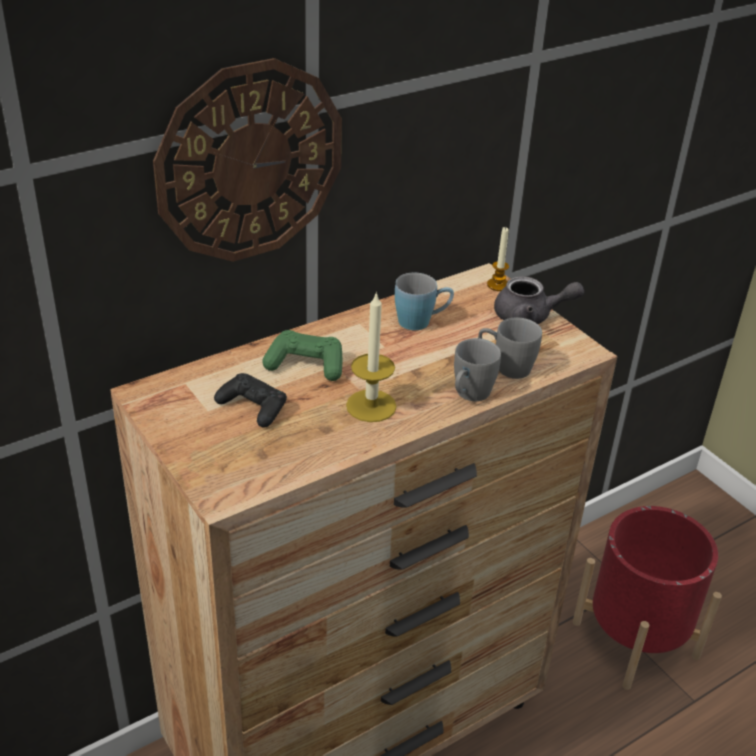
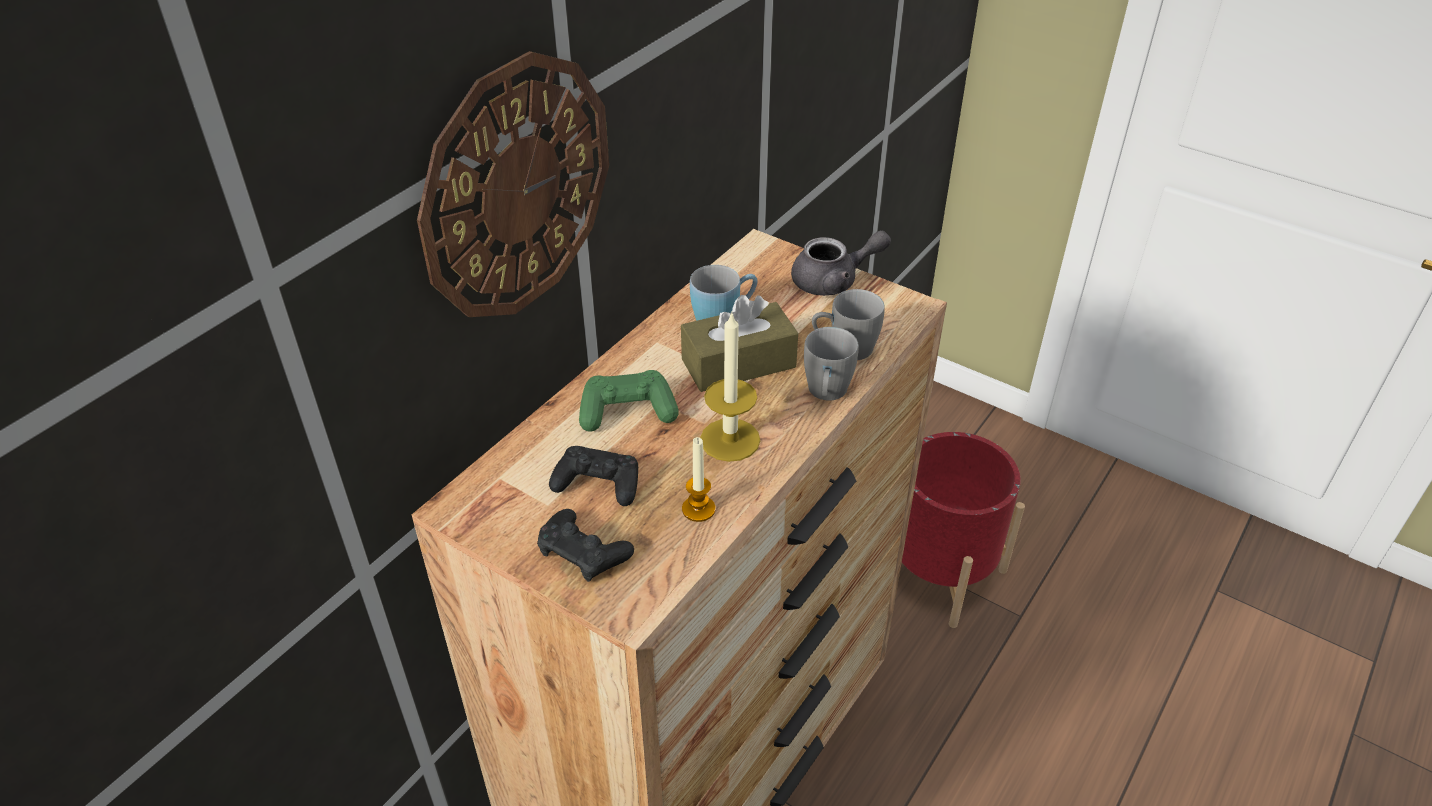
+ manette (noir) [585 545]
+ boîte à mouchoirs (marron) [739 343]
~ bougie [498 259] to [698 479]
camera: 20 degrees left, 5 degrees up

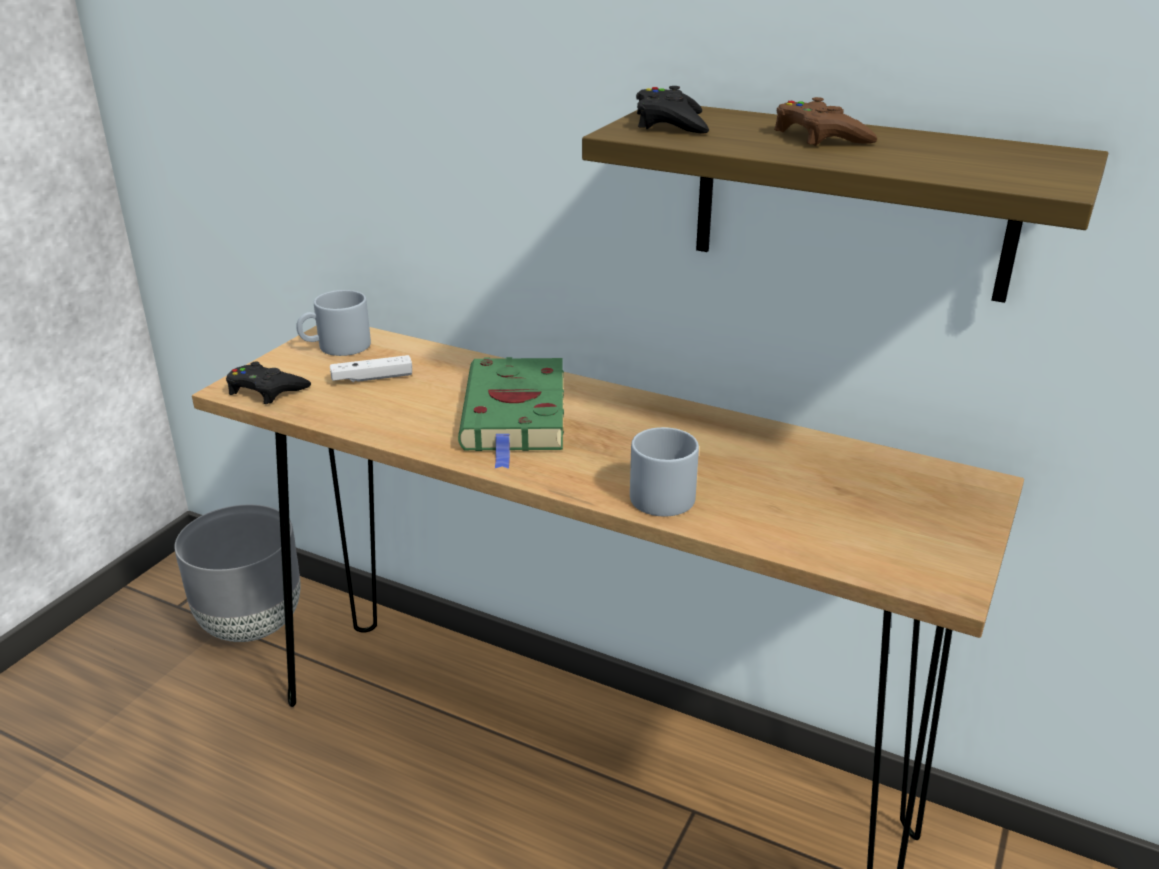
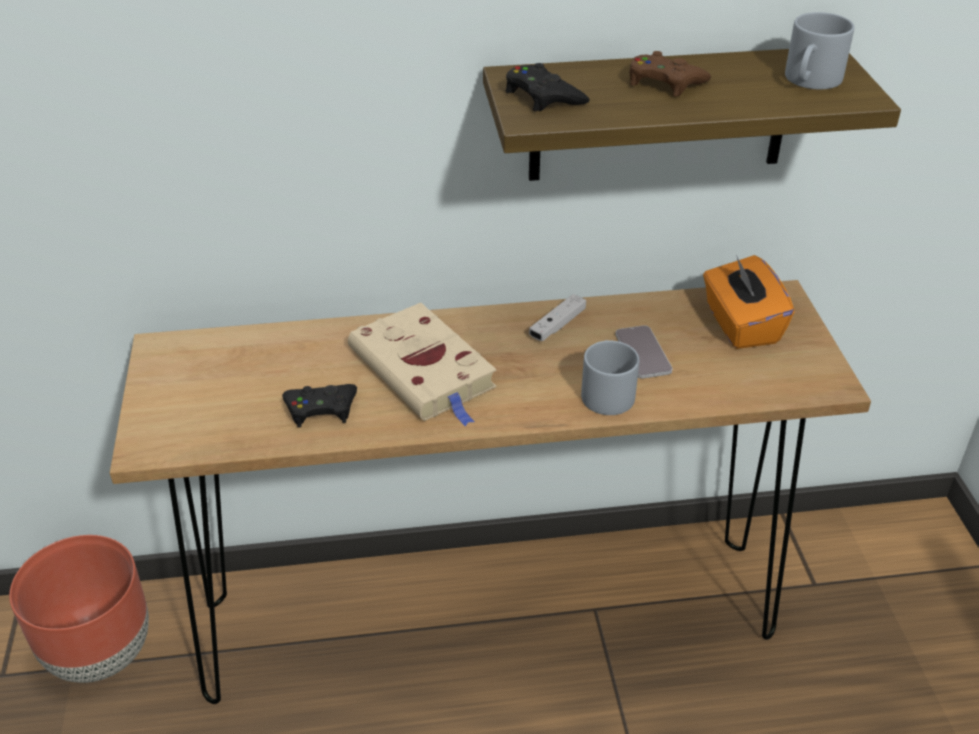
+ téléphone [643 352]
+ boîte à mouchoirs (orange) [749 302]
~ manette (noir) [268 382] to [319 406]
~ mug (gris) [333 323] to [819 50]
~ manette (blanc) [371 368] to [557 317]
~ cache-pot (gris) [237 573] to cache-pot (marron) [79 609]
~ livre (vert) [511 413] to livre (beige) [422 364]
camera: 35 degrees left, 10 degrees up

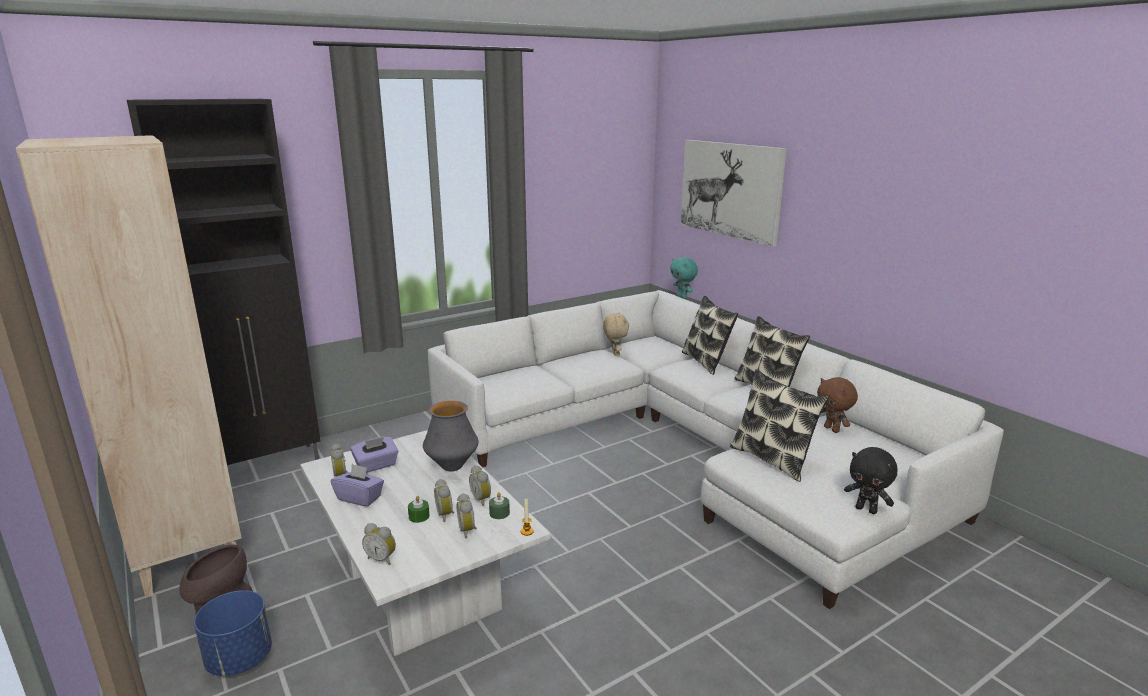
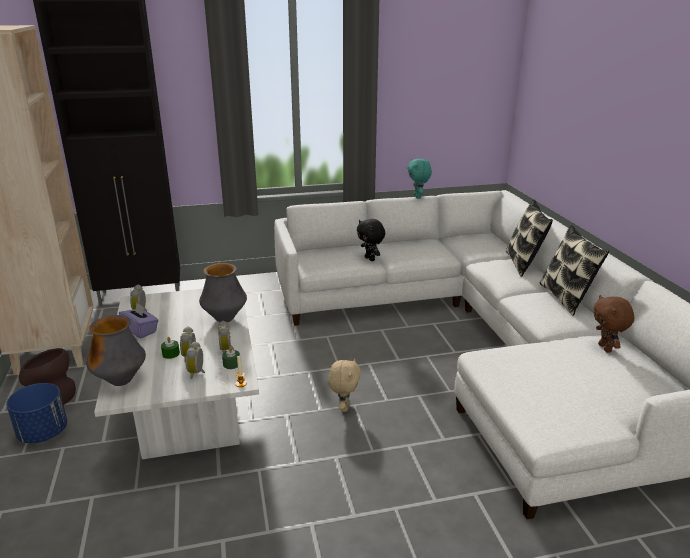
- boîte à mouchoirs (violet) [374 455]
- tableau [734 193]
- coussin [779 425]
~ peluche (beige) [616 334] to [344 385]
~ peluche (turquoise) [684 277] to [419 179]
~ peluche (noir) [871 480] to [371 240]
~ réveil [379 544] to vase [116 350]
camera: 20 degrees right, 5 degrees up

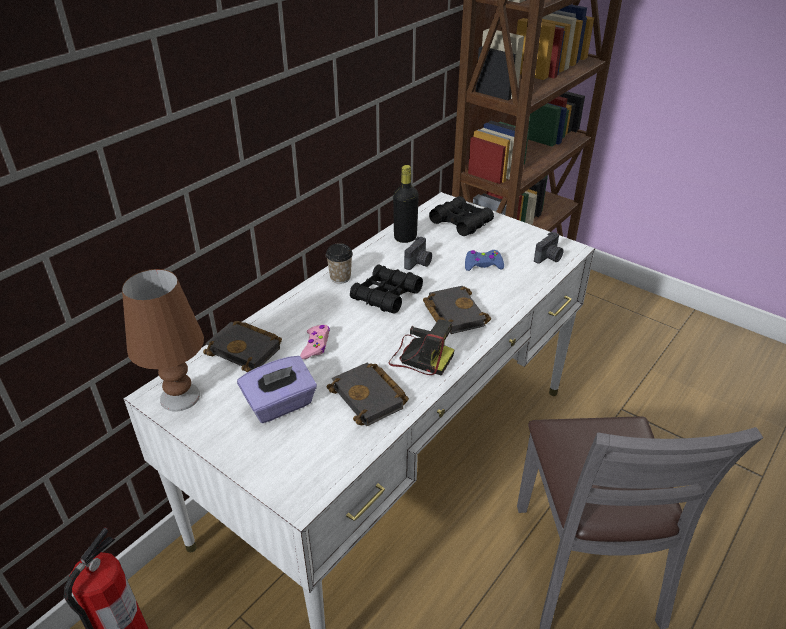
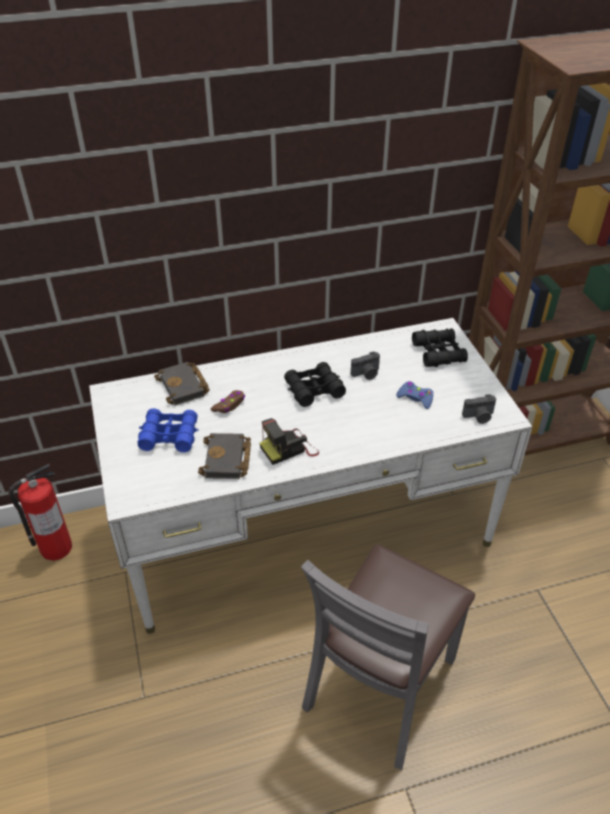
- lampe de table (marron) [163 340]
- tasse [339 263]
- bouteille (noir) [406 204]
- livre (noir) [457 310]
~ boîte à mouchoirs (violet) [277 389] to jumelles (bleu) [168 430]
~ manette (rose) [315 342] to manette (marron) [228 401]
~ appareil photo [422 348] = [289 441] 90 degrees clockwise
camera: 35 degrees right, 5 degrees up

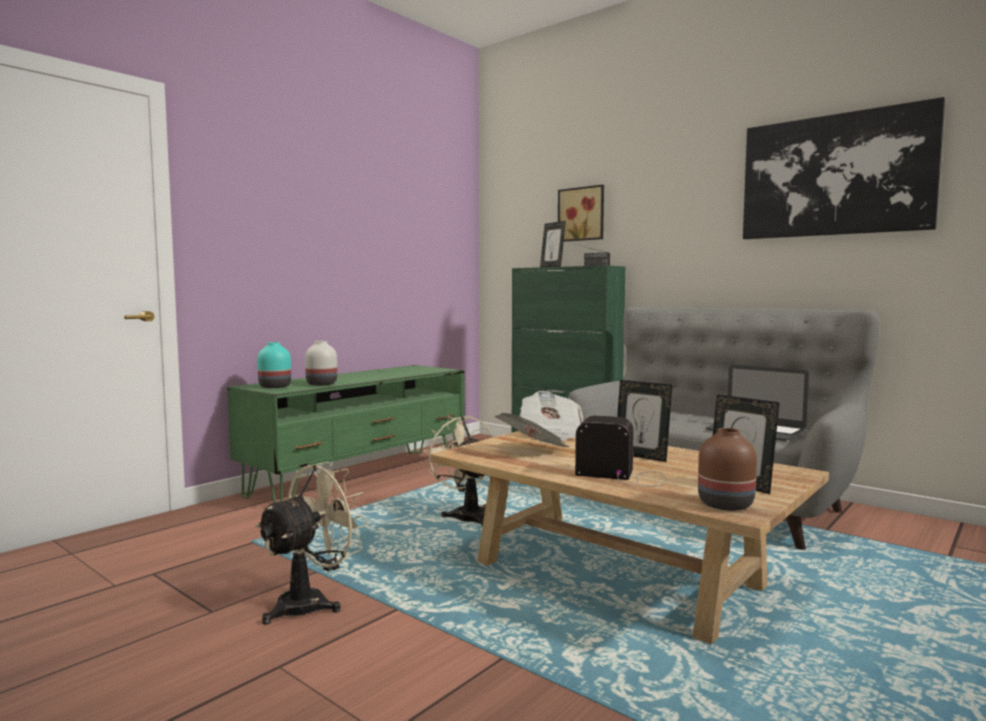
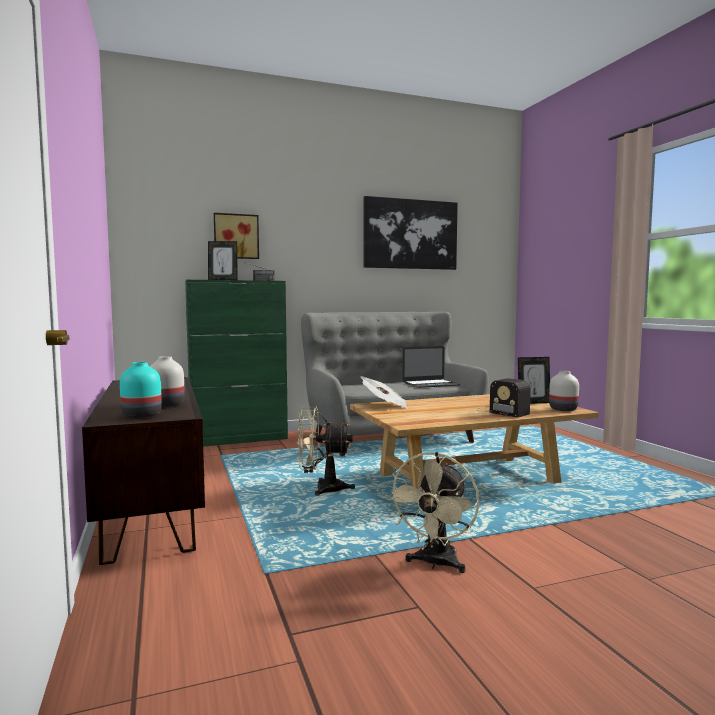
- journal [532 430]
- cadre photo [644 421]
~ meuble télé (vert) [346 433] to meuble télé (marron) [143 471]
~ vase (marron) [727 469] to vase (blanc) [564 391]
~ ventilateur (beige) [312 543] = [433 512] 135 degrees counterclockwise
~ radio [620 453] = [503 398] 90 degrees counterclockwise
camera: 60 degrees left, 0 degrees up

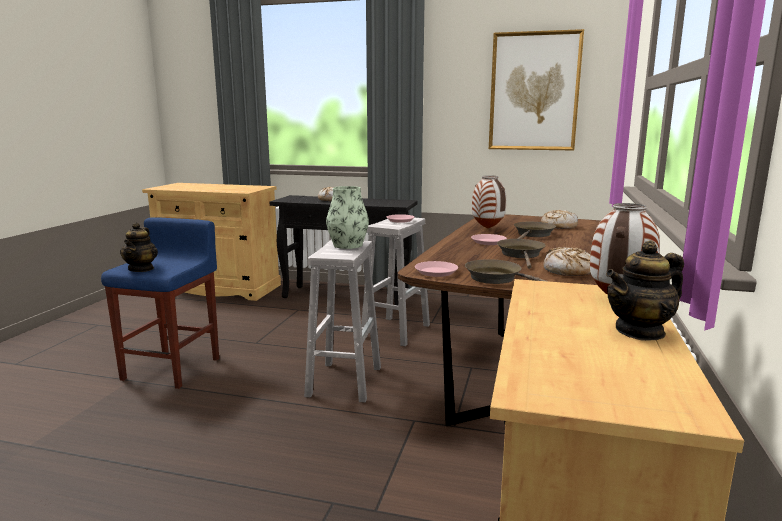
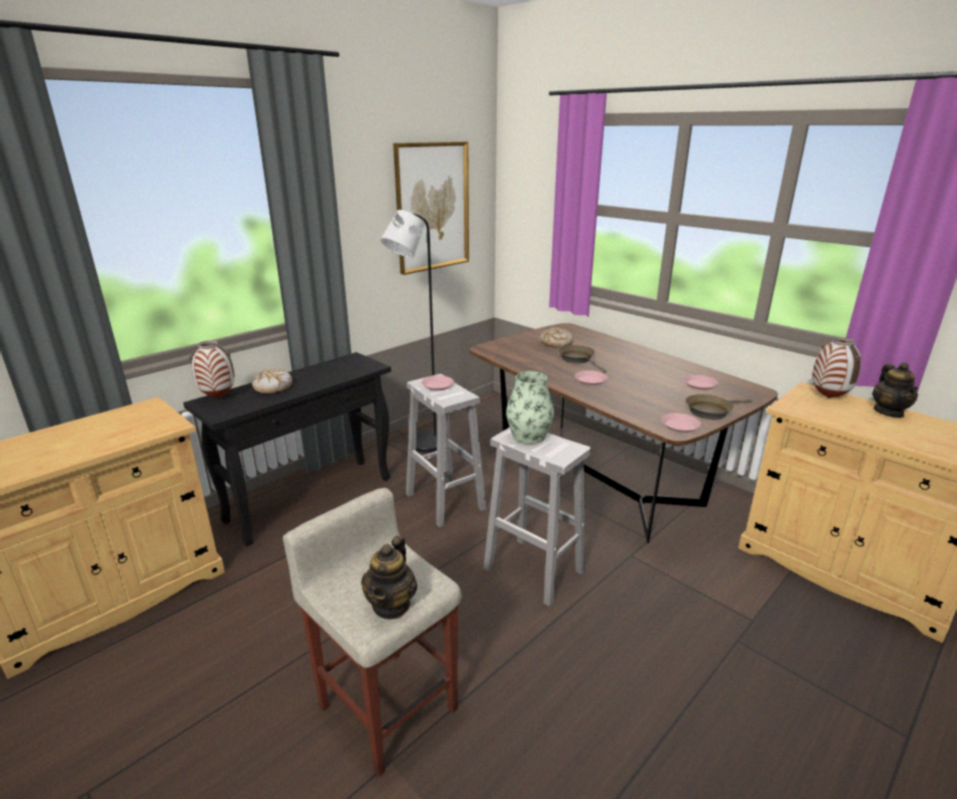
- poêle (marron) [521 254]
+ lampadaire (noir) [409 331]
~ vase [489 202] to [212 369]
~ pain [567 261] to assiette (rose) [700 382]
~ tabouret (bleu) [160 303] to tabouret (beige) [372 632]
~ théière [139 247] = [389 577] 75 degrees clockwise
camera: 60 degrees left, 10 degrees up

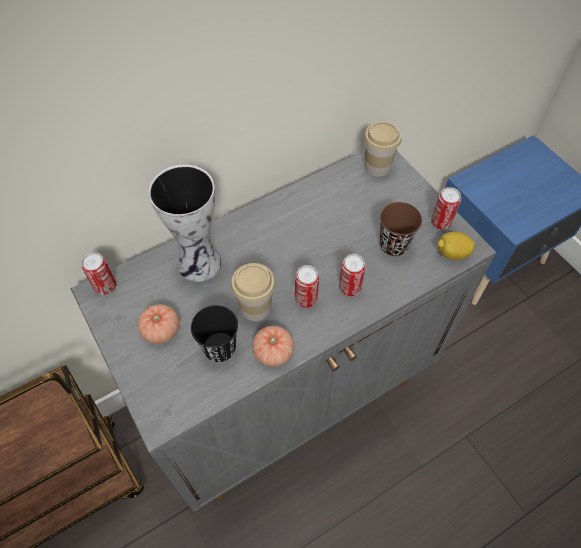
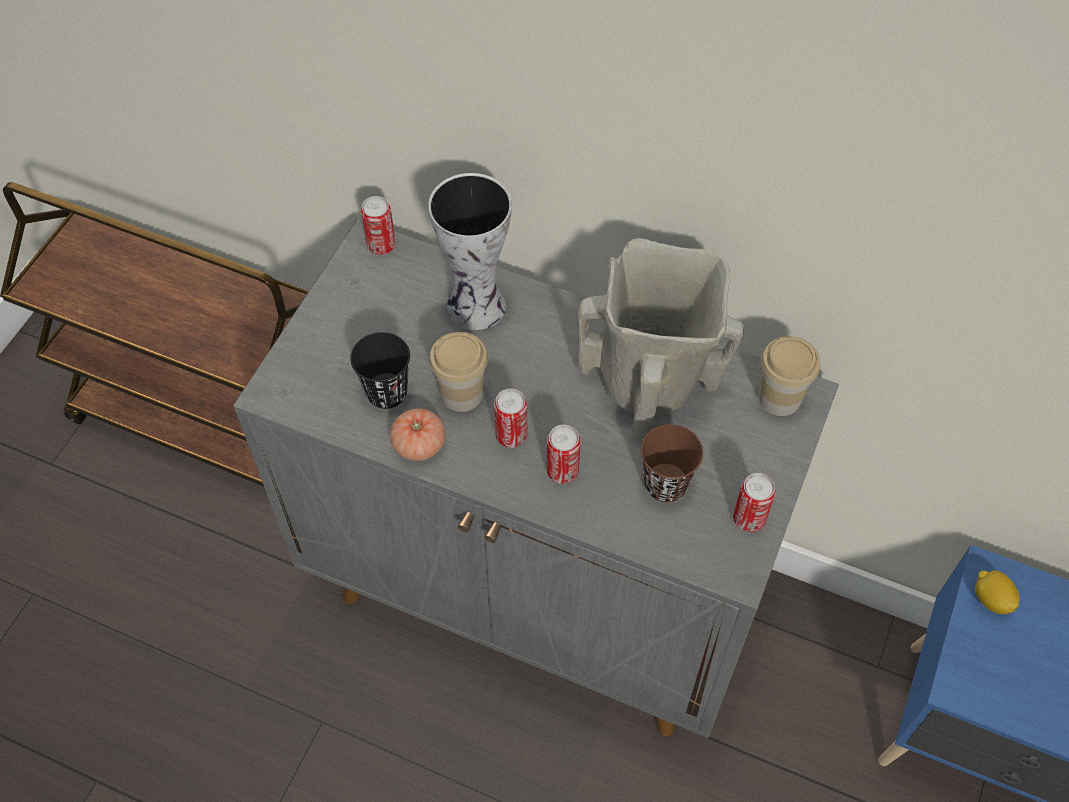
- tomate [159 324]
+ vase (beige) [661 338]
~ citron [456 246] to [997 592]
camera: 55 degrees right, 0 degrees up

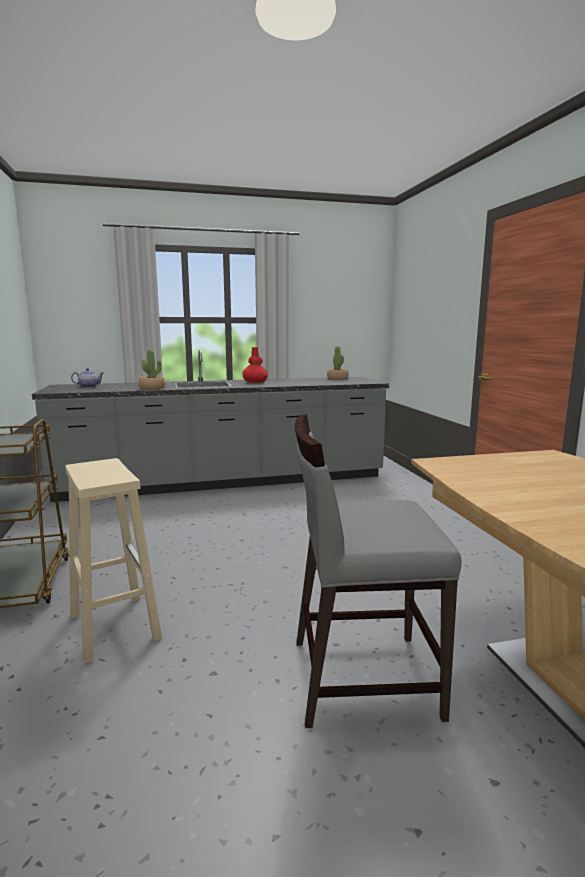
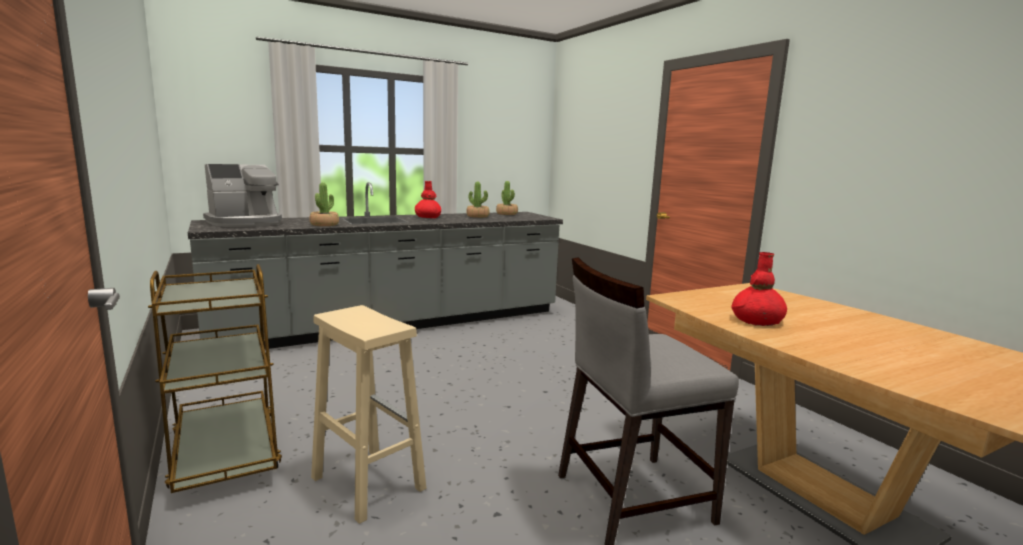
+ plante en pot [478 200]
+ vase (rouge) [759 289]
~ théière [87 377] to machine à café [242 195]
camera: 15 degrees left, 0 degrees up

